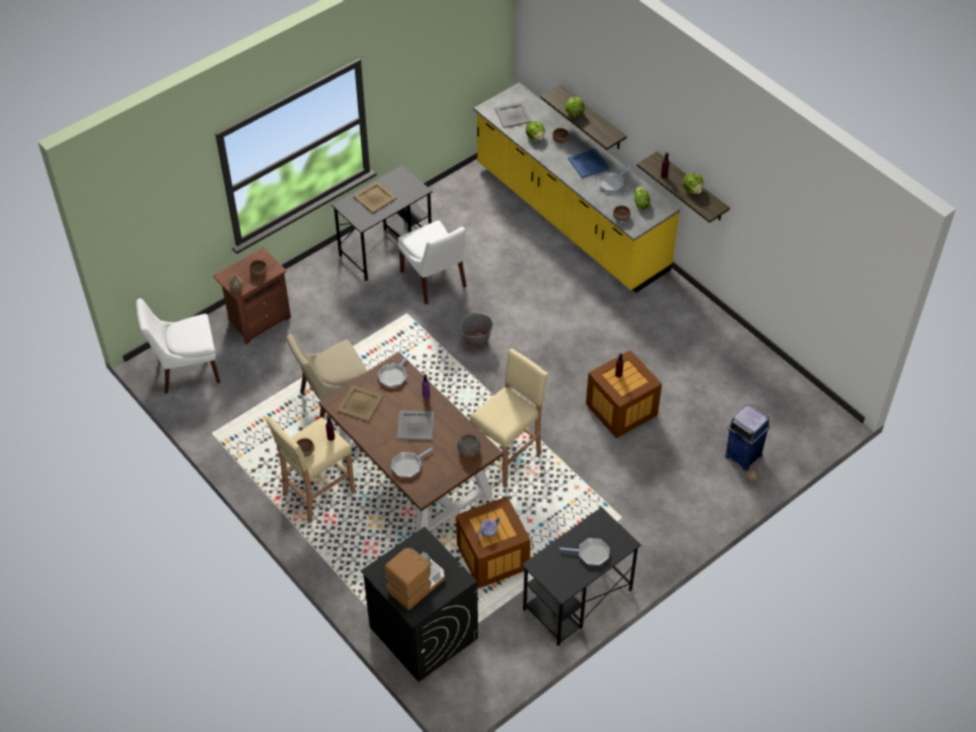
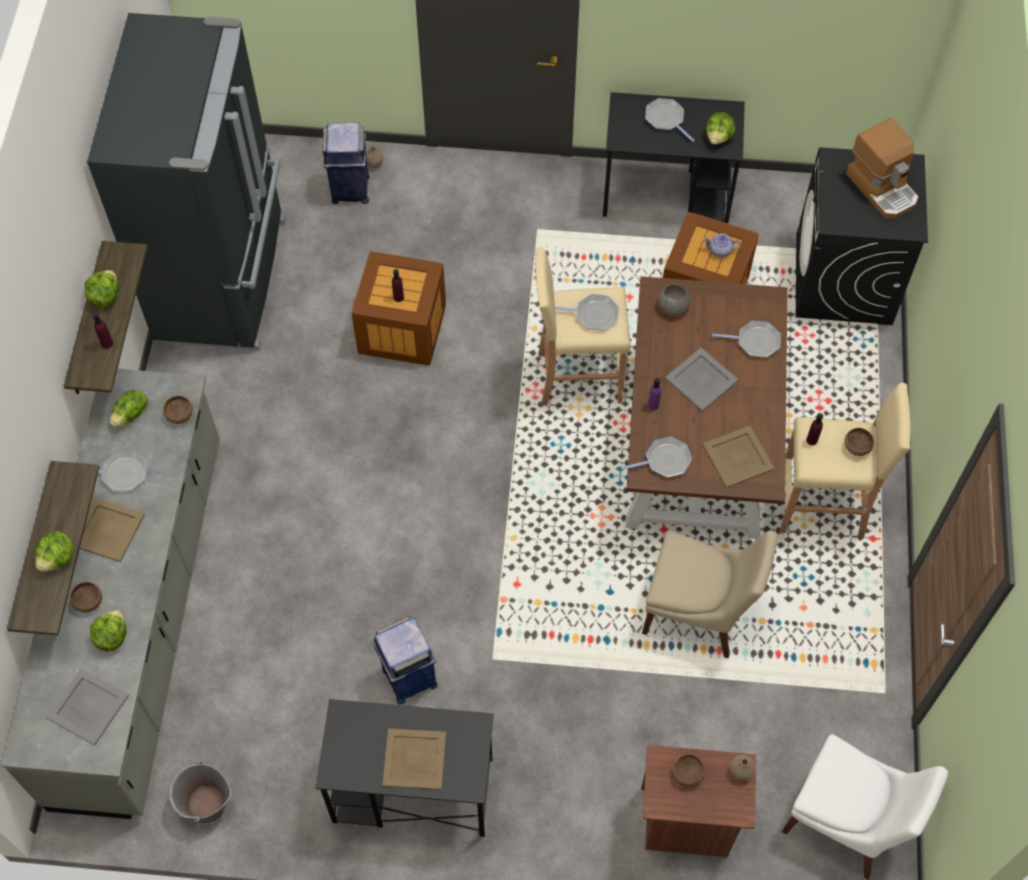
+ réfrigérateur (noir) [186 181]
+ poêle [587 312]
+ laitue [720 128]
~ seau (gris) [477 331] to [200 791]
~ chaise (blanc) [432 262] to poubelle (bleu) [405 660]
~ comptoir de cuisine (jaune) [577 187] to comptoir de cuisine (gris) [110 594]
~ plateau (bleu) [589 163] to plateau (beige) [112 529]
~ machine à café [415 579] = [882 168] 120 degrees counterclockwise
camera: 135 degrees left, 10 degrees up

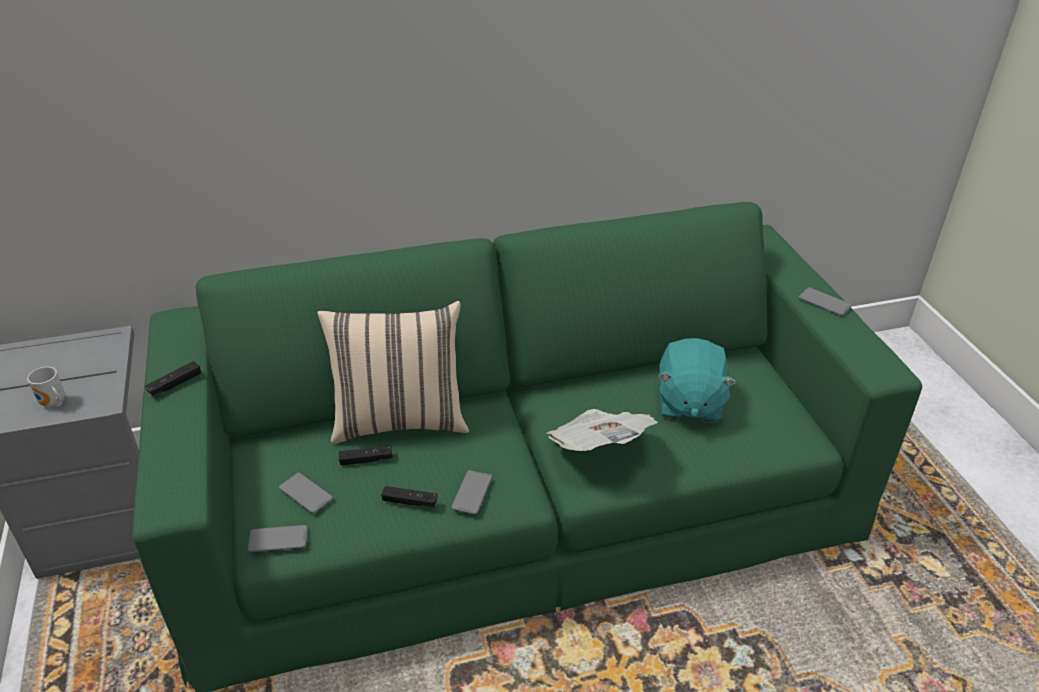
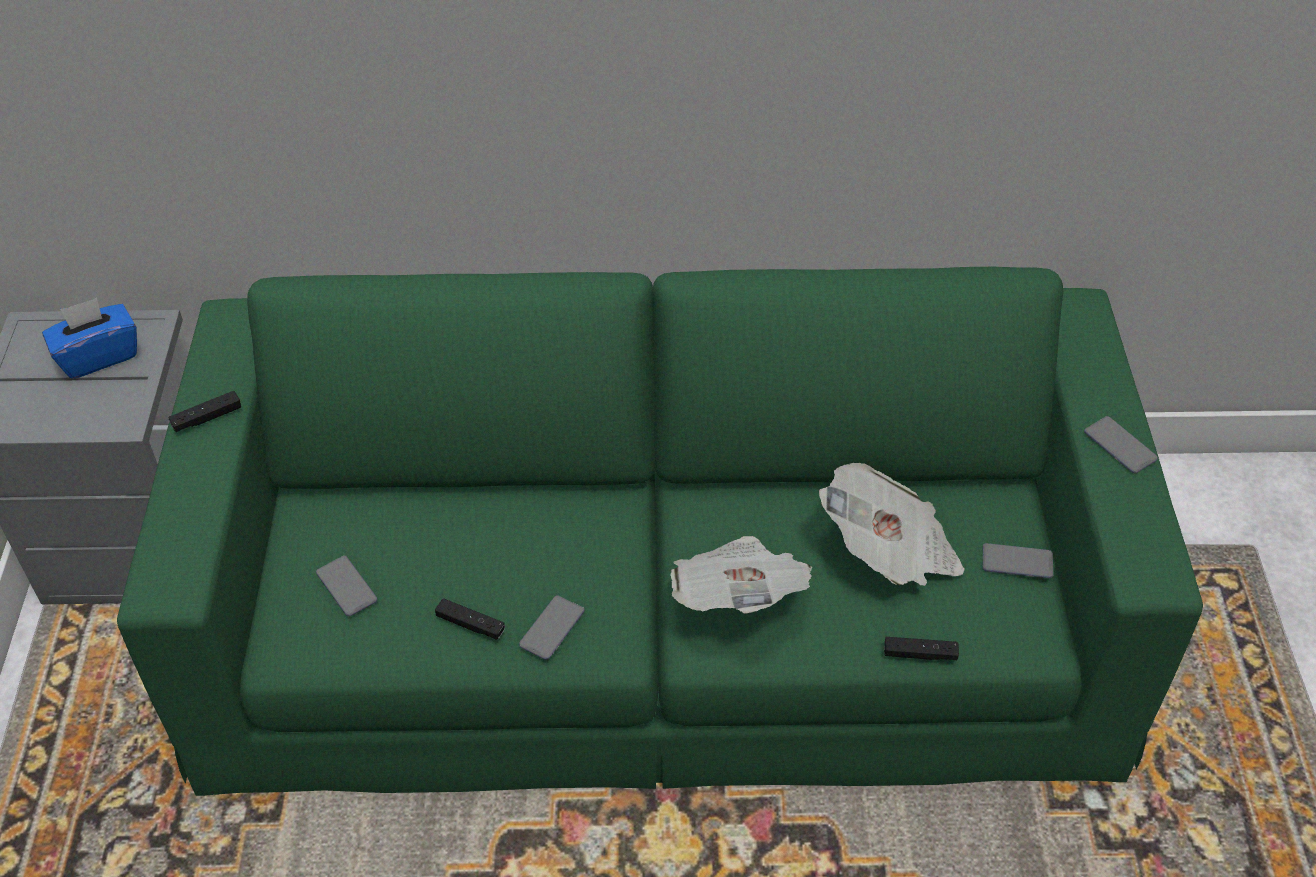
- mug [46 387]
- coussin (beige) [393 372]
+ boîte à mouchoirs (bleu) [89 338]
~ téléphone [277 538] to [1018 560]
~ manette (noir) [366 455] to [921 648]
~ peluche (turquoise) [697 380] to journal [892 524]
camera: 15 degrees right, 10 degrees up

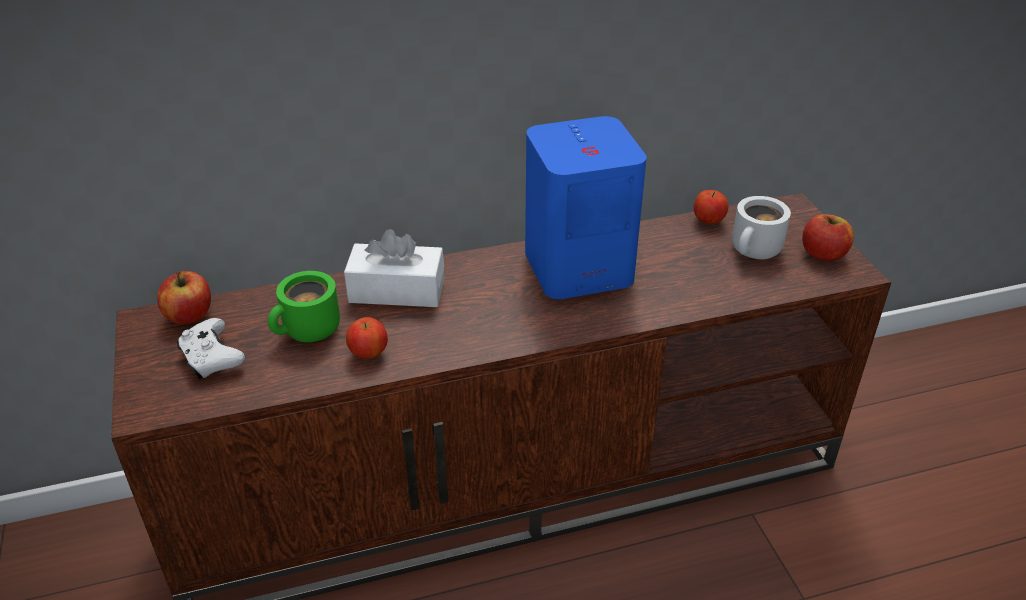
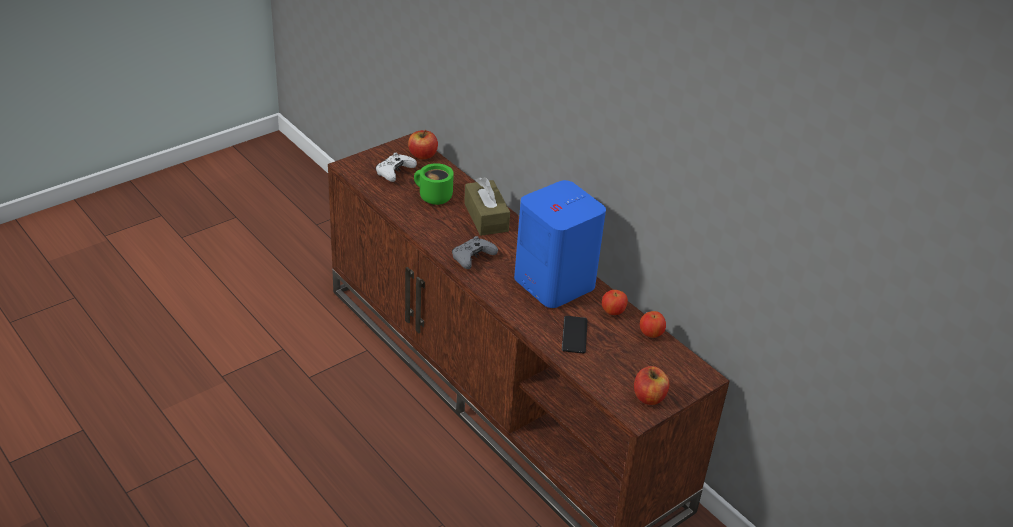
- mug (blanc) [761 228]
+ manette (gris) [475 252]
+ téléphone [574 334]
~ pomme [367 338] to [615 302]
~ boîte à mouchoirs (blanc) [394 268] to boîte à mouchoirs (marron) [487 206]
camera: 65 degrees right, 0 degrees up

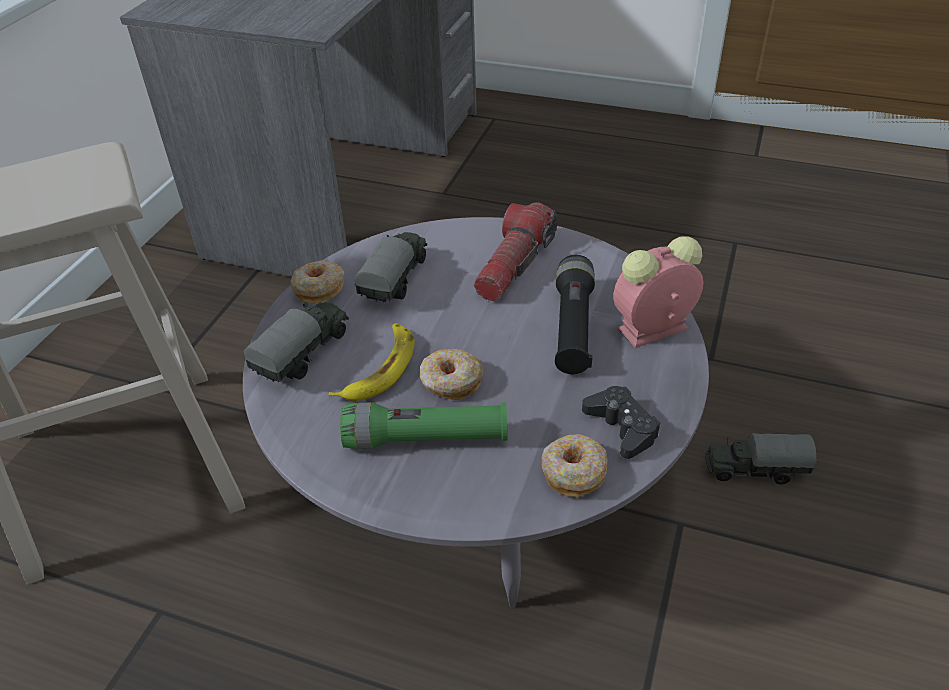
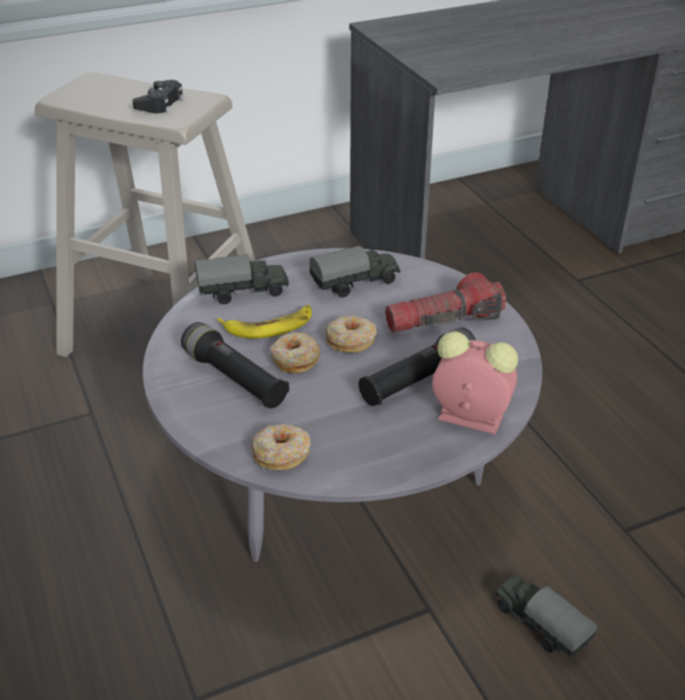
~ beignet [317 282] to [351 334]
~ manette (noir) [621 422] to [158 96]
~ lampe de poche (vert) [423 425] to lampe de poche (noir) [235 365]
camera: 45 degrees right, 5 degrees down

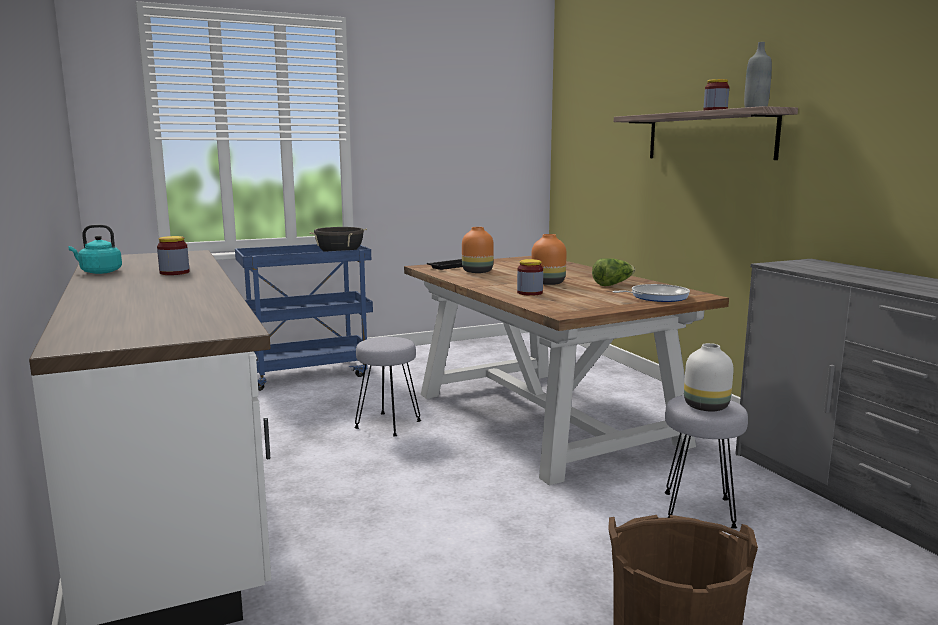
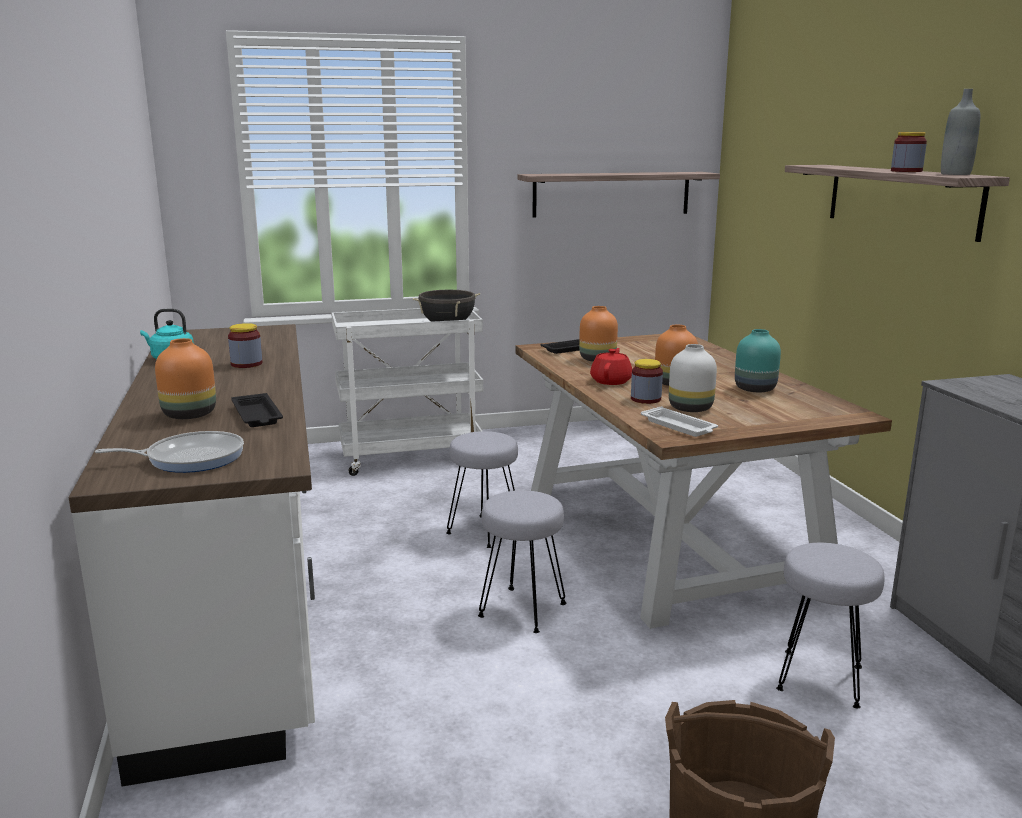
+ vase (orange) [185 378]
+ plateau (noir) [257 410]
+ tabouret (gris) [522 561]
+ étagère [618 195]
+ théière (rouge) [611 366]
+ plateau (blanc) [679 421]
~ poêle [651 293] to [169 452]
~ vase (blanc) [708 377] to [693 378]
~ laitue [613 272] to vase (turquoise) [758 360]
~ chariot (bleu) [304 317] to chariot (blanc) [407 392]
camera: 10 degrees right, 5 degrees up

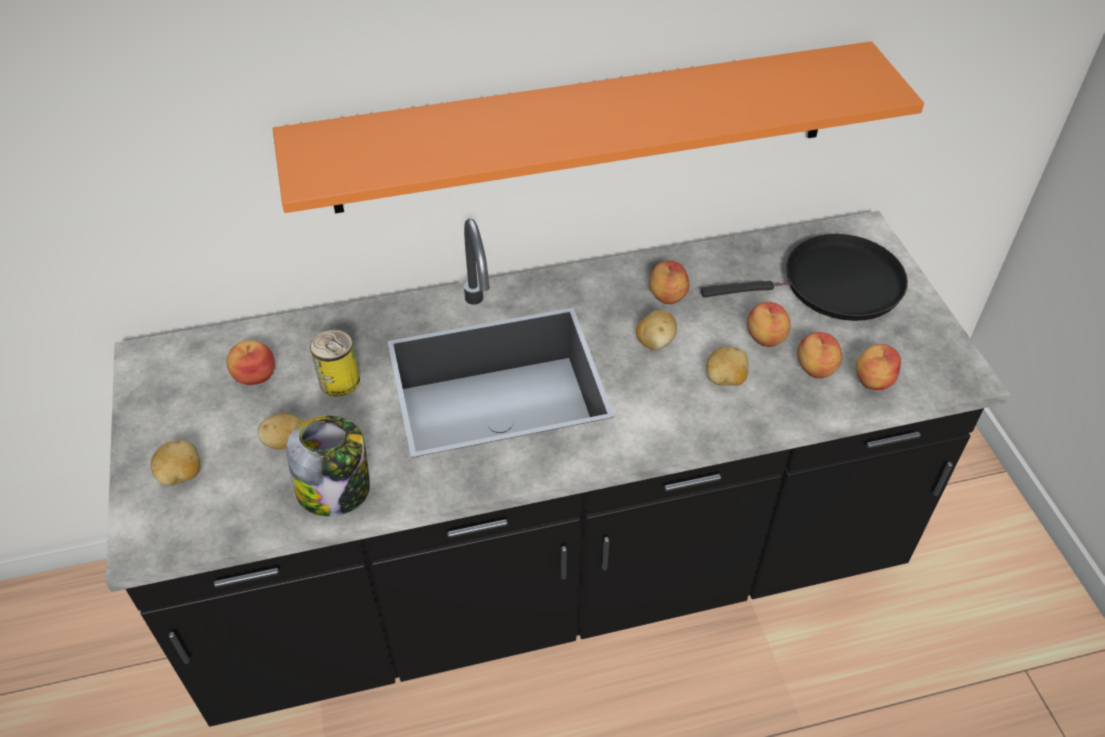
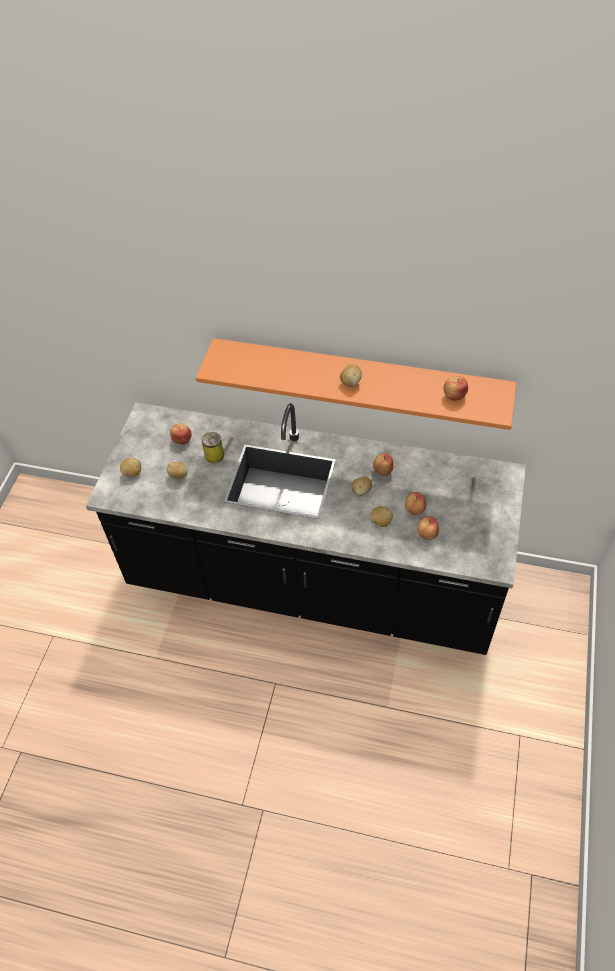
- bocal [328 466]
- poêle (noir) [804 277]
+ pomme de terre [351 375]
~ pomme [878 367] to [456 388]
camera: 30 degrees right, 5 degrees up

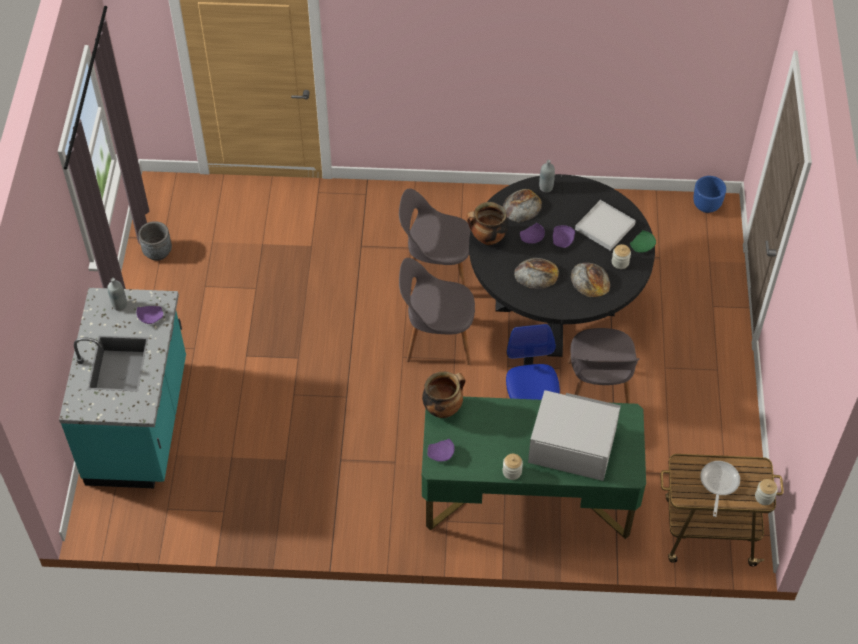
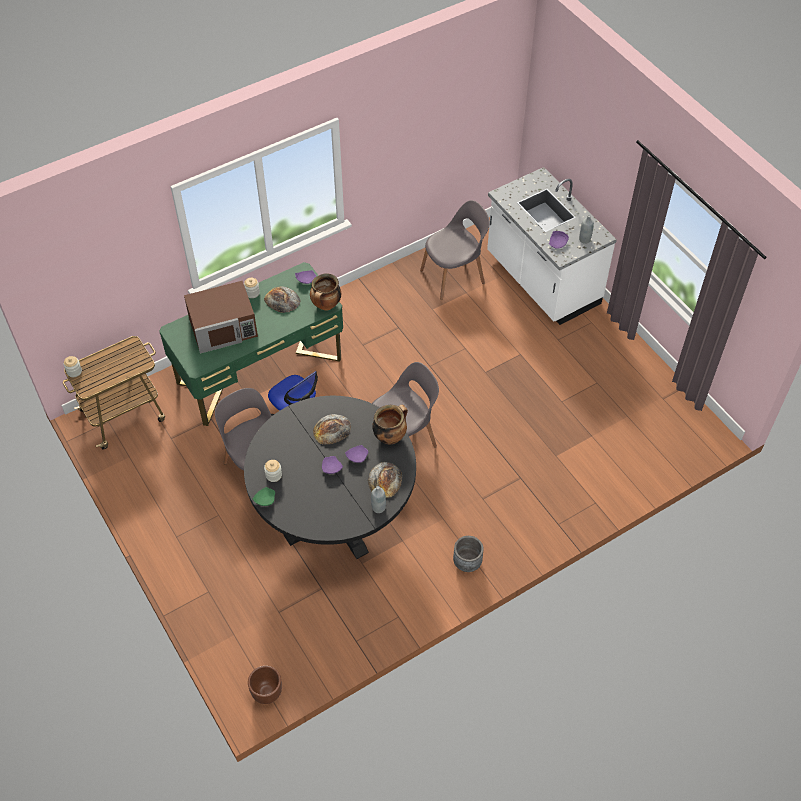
- plateau (blanc) [605 225]
- poêle [720 489]
~ cache-pot (gris) [155 241] to [468 554]
~ chaise (gris) [435 237] to [455 250]
~ pain [590 280] to [282 299]
~ comptoir de cuisine (turquoise) [122 388] to comptoir de cuisine (blanc) [552 246]
~ micro-ondes (blanc) [574 435] to micro-ondes (marron) [221 317]
~ cache-pot (bleu) [709 194] to cache-pot (marron) [265 685]
camera: 145 degrees right, 0 degrees up

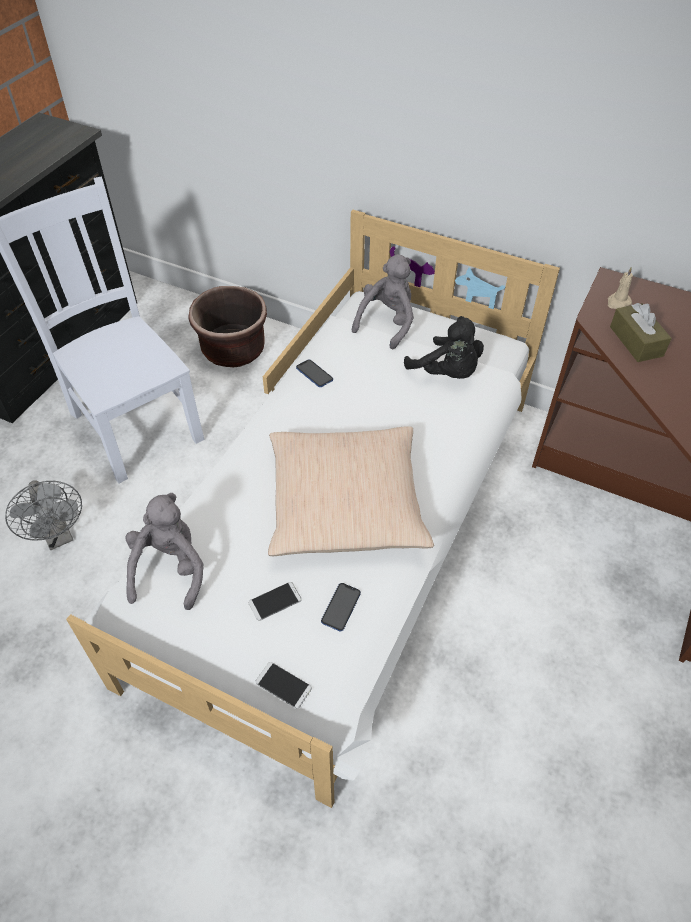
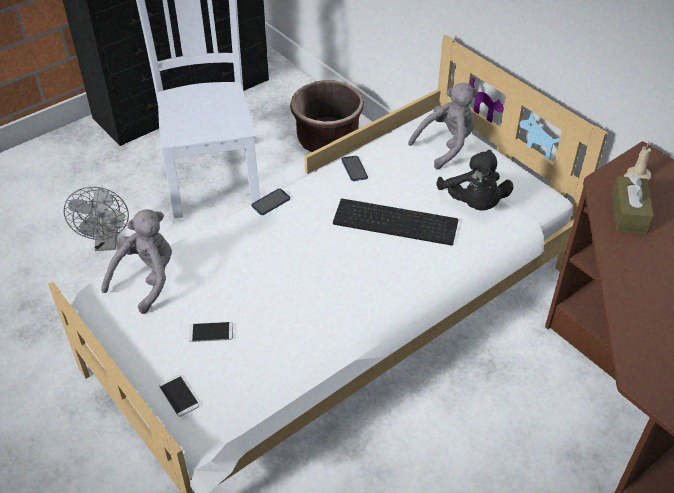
- coussin (beige) [351 491]
+ clavier [396 222]
~ téléphone [341 607] to [270 201]
camera: 25 degrees right, 5 degrees down

